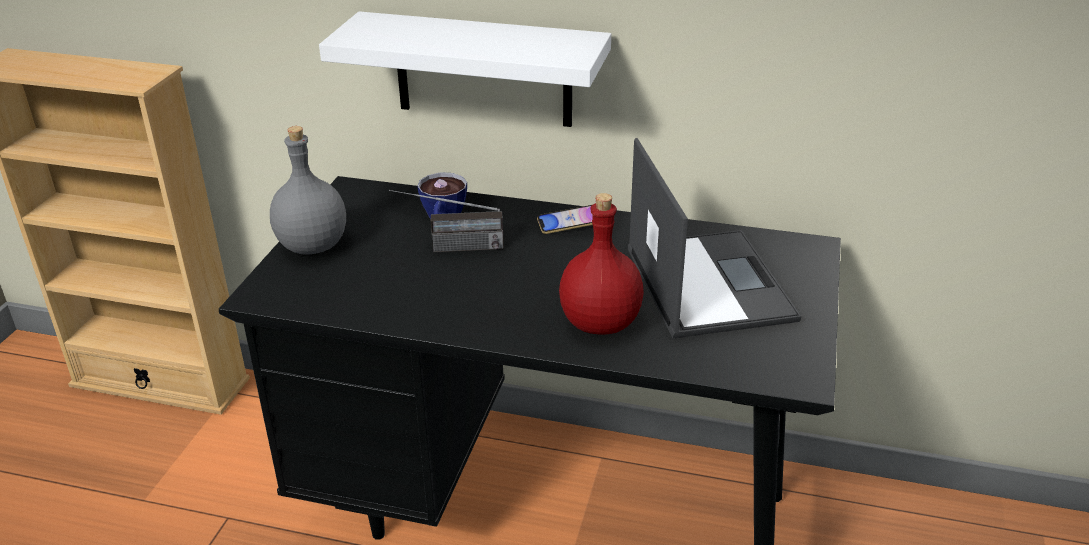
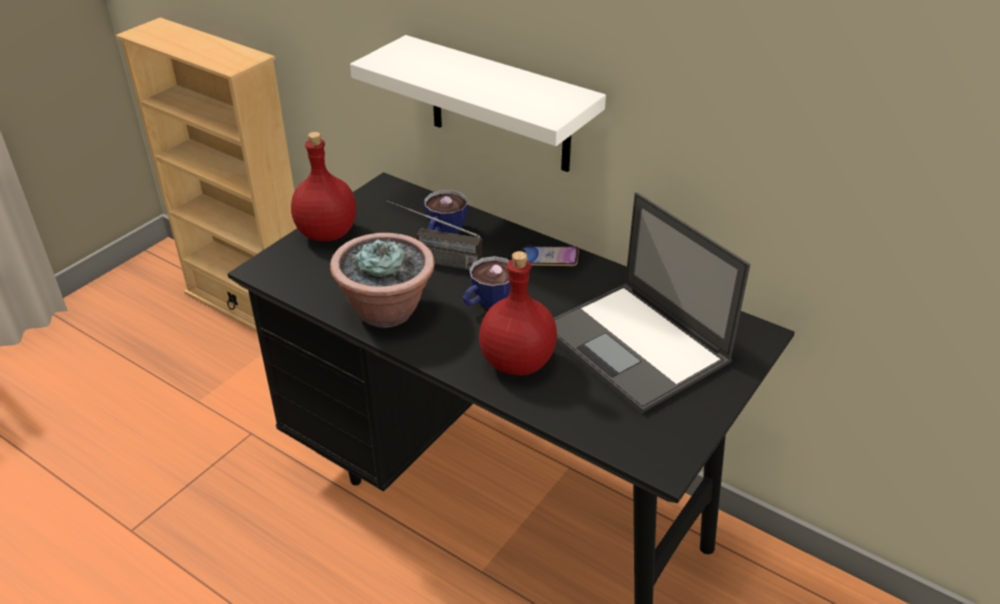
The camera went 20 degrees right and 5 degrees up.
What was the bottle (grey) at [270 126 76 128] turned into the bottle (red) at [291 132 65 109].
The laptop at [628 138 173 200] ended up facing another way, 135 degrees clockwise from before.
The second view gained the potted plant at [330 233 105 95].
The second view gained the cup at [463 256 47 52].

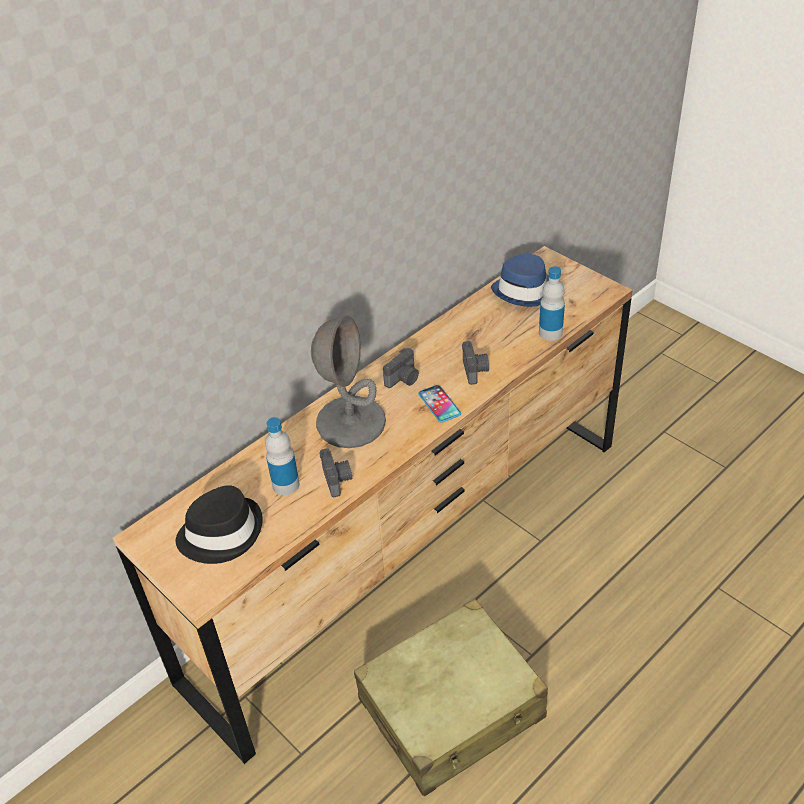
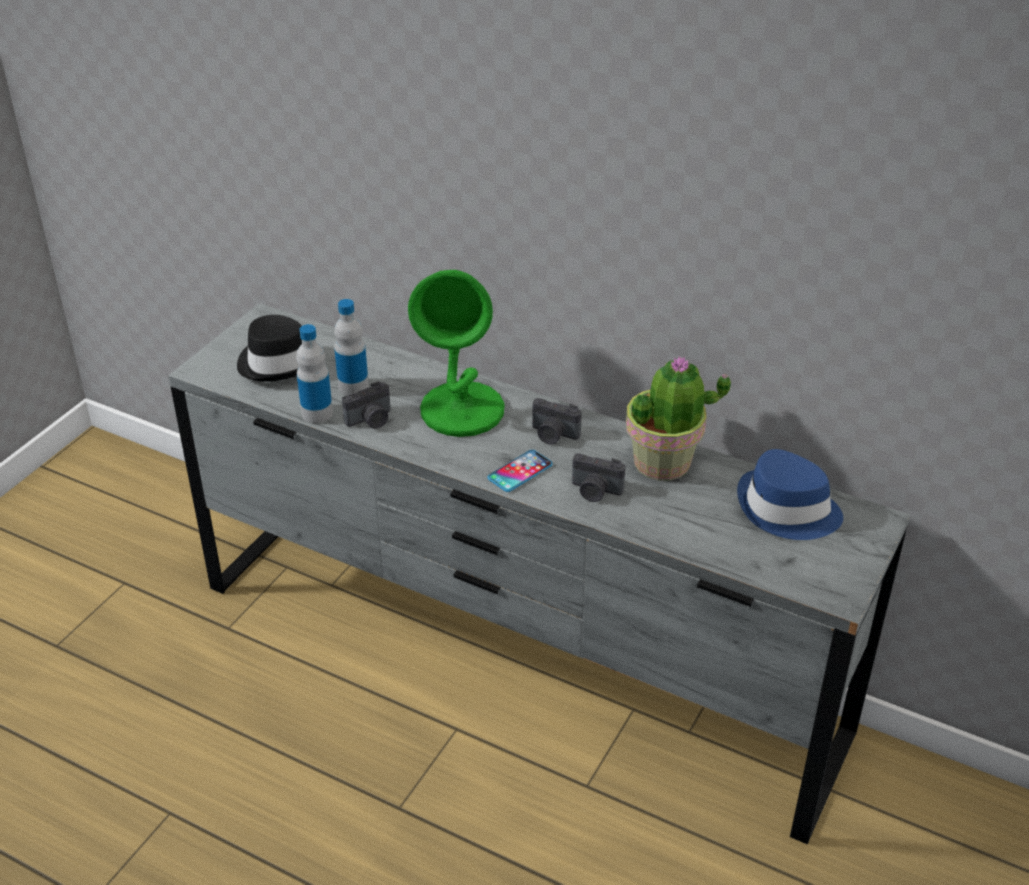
The camera went 70 degrees right and 5 degrees down.
What was the dresser (brown) at [113 246 520 518] turned into the dresser (grey) at [168 303 742 542].
The bottle ended up elsewhere, having gone from [539 266 26 75] to [296 324 37 99].
What was the table lamp (grey) at [311 316 75 132] turned into the table lamp (green) at [408 270 97 167].
The photo camera at [462 341 27 44] ended up facing another way, 45 degrees clockwise from before.
The second view lost the suitcase (beige) at [354 598 194 198].
The second view gained the potted plant at [626 356 105 125].

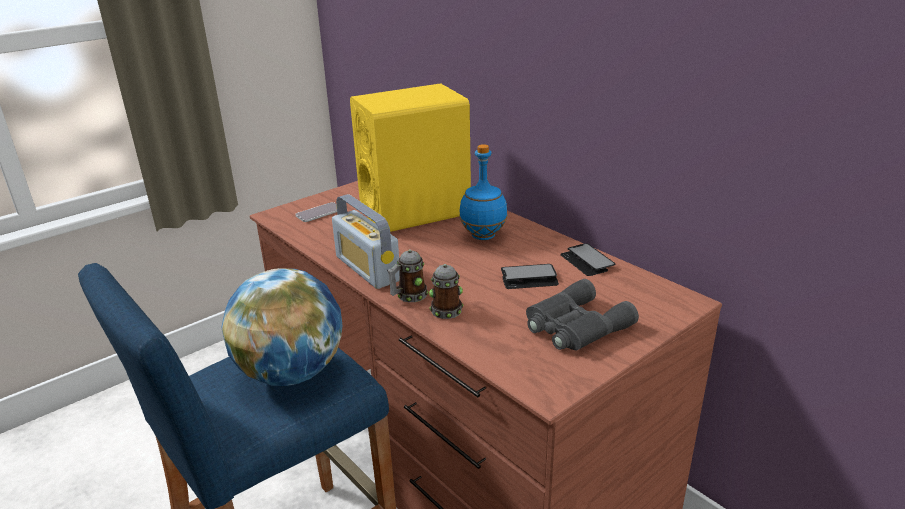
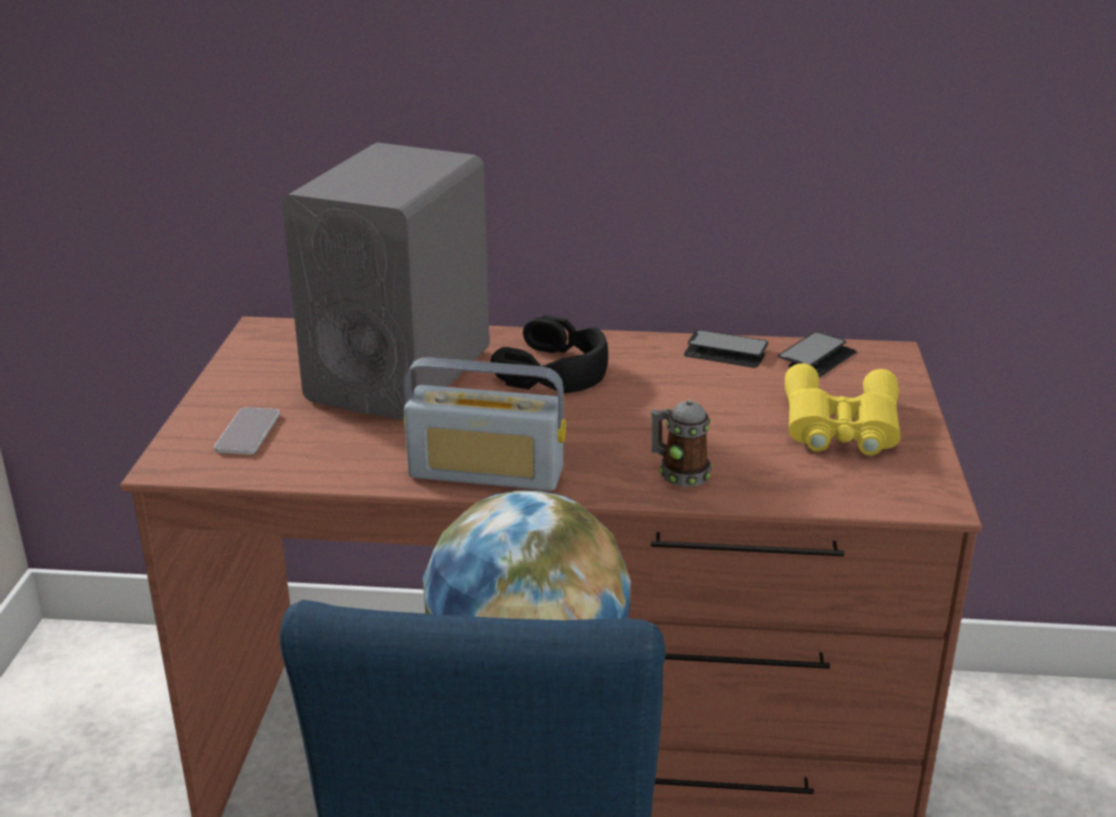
The camera went 45 degrees left and 0 degrees up.
What was the speaker (yellow) at [350 83 121 149] turned into the speaker (grey) at [282 142 207 278].
Where the bottle (blue) stood at [459 144 49 96], the headphones (black) came to stand at [491 315 117 78].
The second view lost the mug at [387 249 42 53].
The phone ended up elsewhere, having gone from [501 264 58 25] to [778 332 79 45].
What was the binoculars (grey) at [526 279 113 71] turned into the binoculars (yellow) at [785 363 116 93].

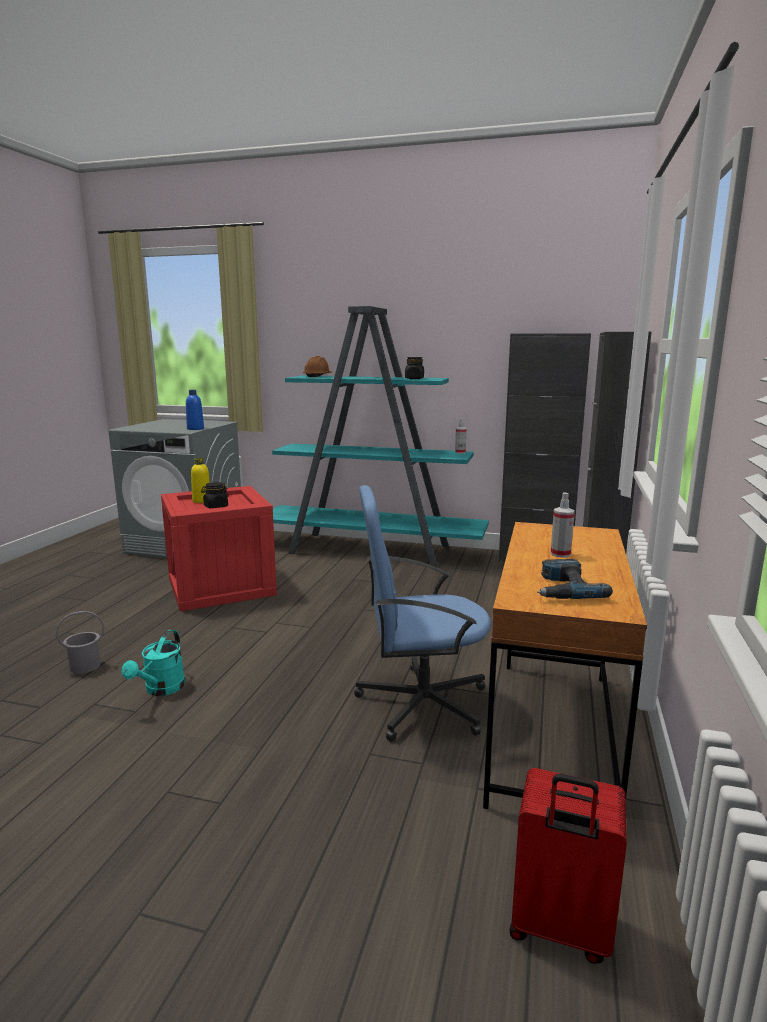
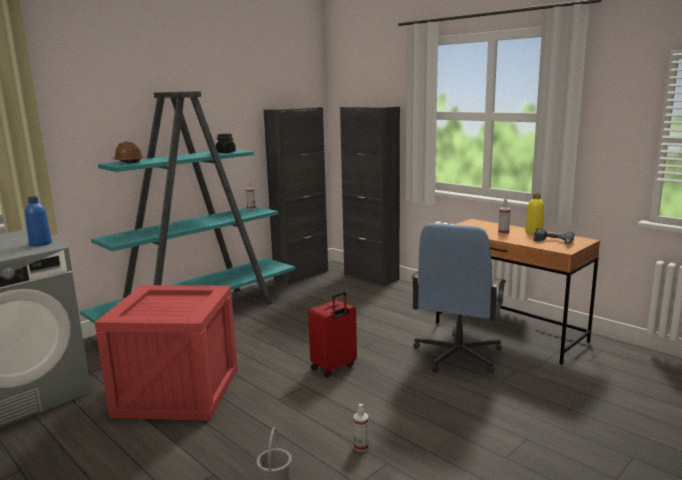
The camera went 60 degrees left and 0 degrees up.
The bottle (yellow) ended up elsewhere, having gone from [191 458 19 45] to [526 193 18 41].
The second view lost the jar (black) at [201 482 28 26].
Where the watering can (turquoise) stood at [122 630 63 66], the spray bottle came to stand at [353 404 16 48].
The suitcase (red) ended up elsewhere, having gone from [509 768 118 196] to [308 292 49 85].

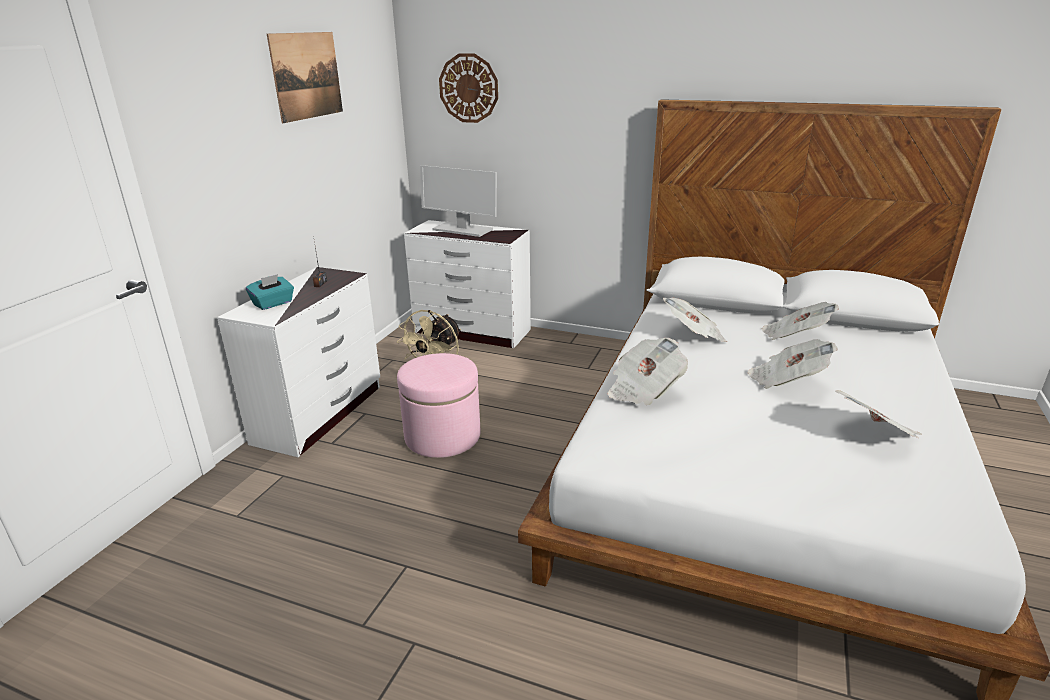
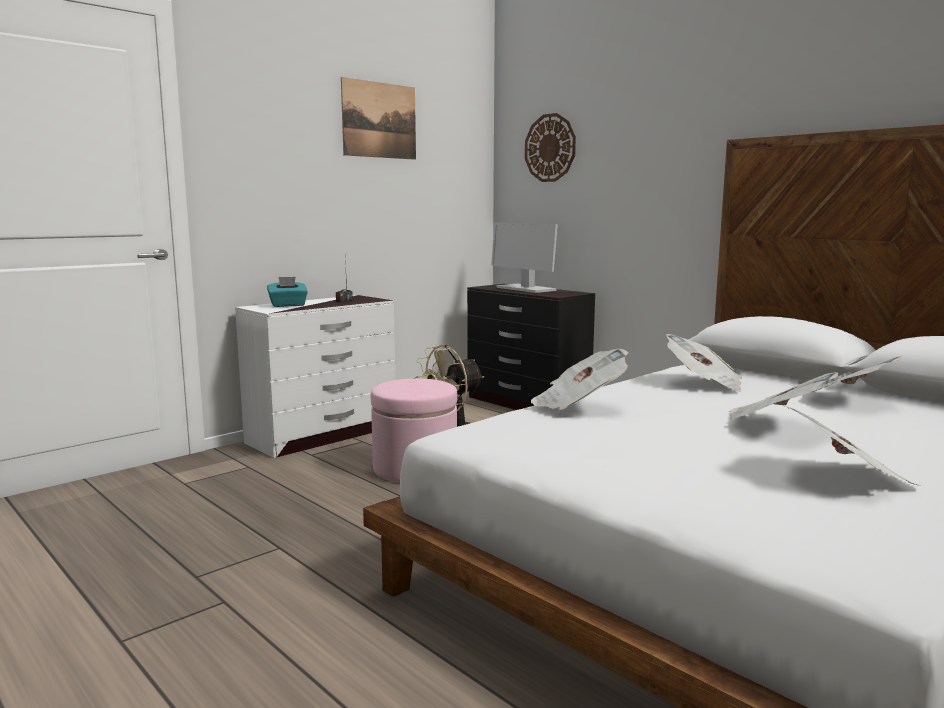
The camera went 25 degrees right and 15 degrees down.
What was the dresser (white) at [404 220 127 128] turned into the dresser (black) at [467 284 128 126].

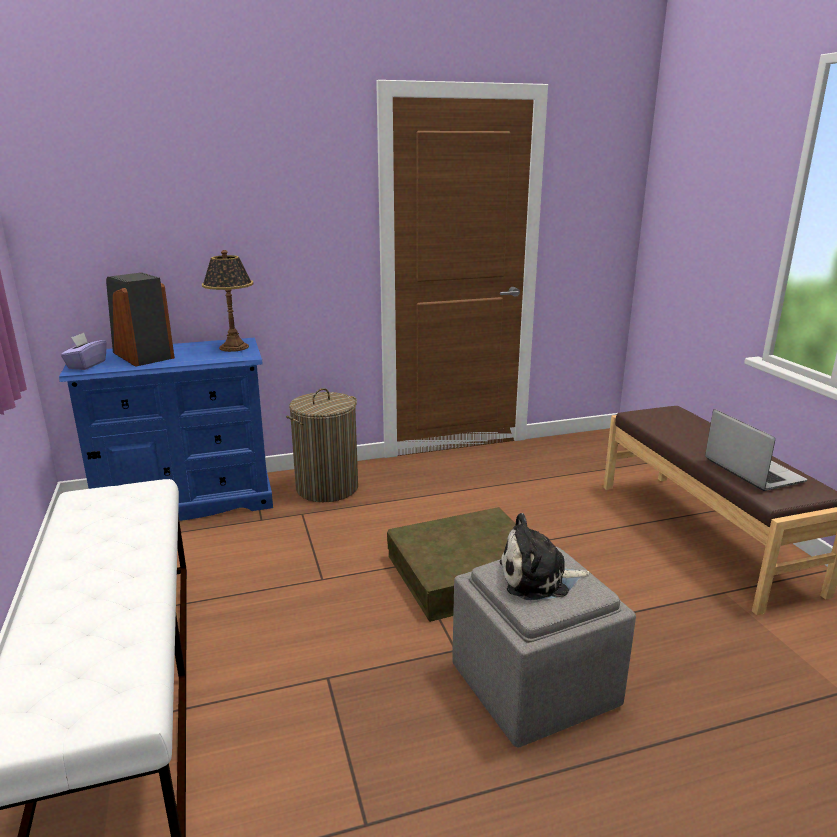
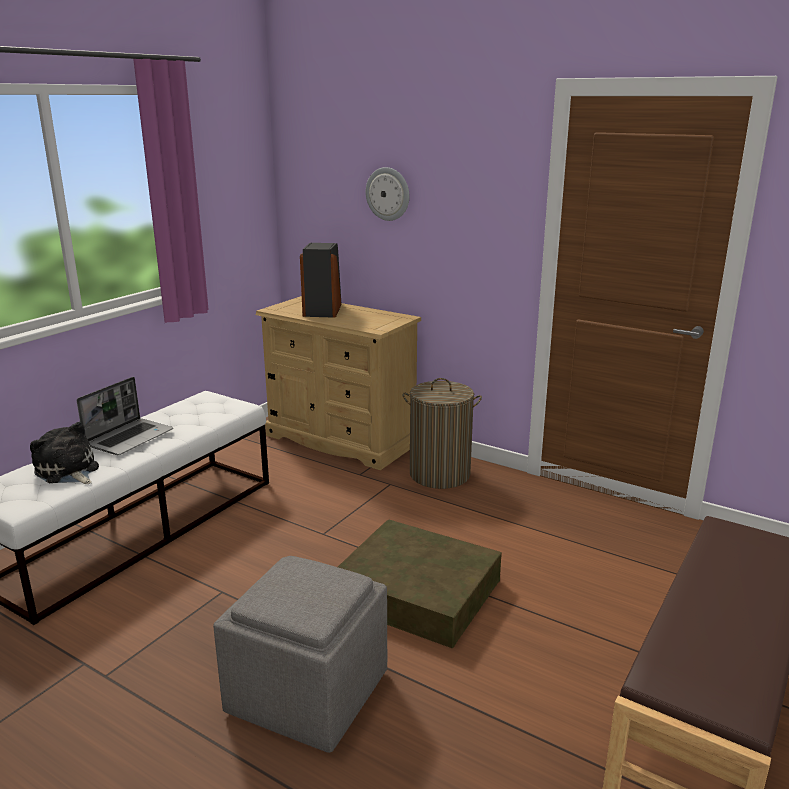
The camera went 50 degrees right and 0 degrees up.
The second view lost the table lamp at [202 250 52 102].
The second view lost the tissue box (purple) at [60 333 47 37].
What was the dresser (blue) at [59 338 214 183] turned into the dresser (beige) at [256 296 165 174].
The laptop ended up elsewhere, having gone from [705 409 102 82] to [77 377 96 78].
The plush toy ended up elsewhere, having gone from [499 513 91 87] to [30 422 69 62].
The second view gained the wall clock at [366 167 44 54].

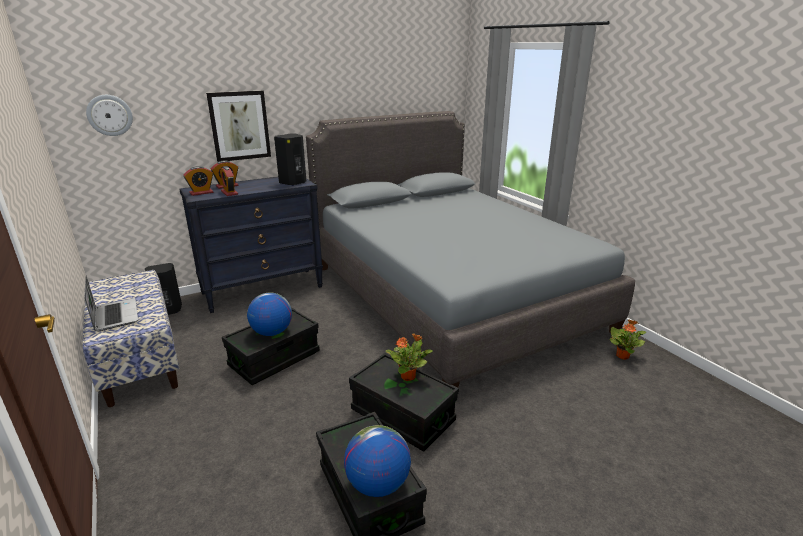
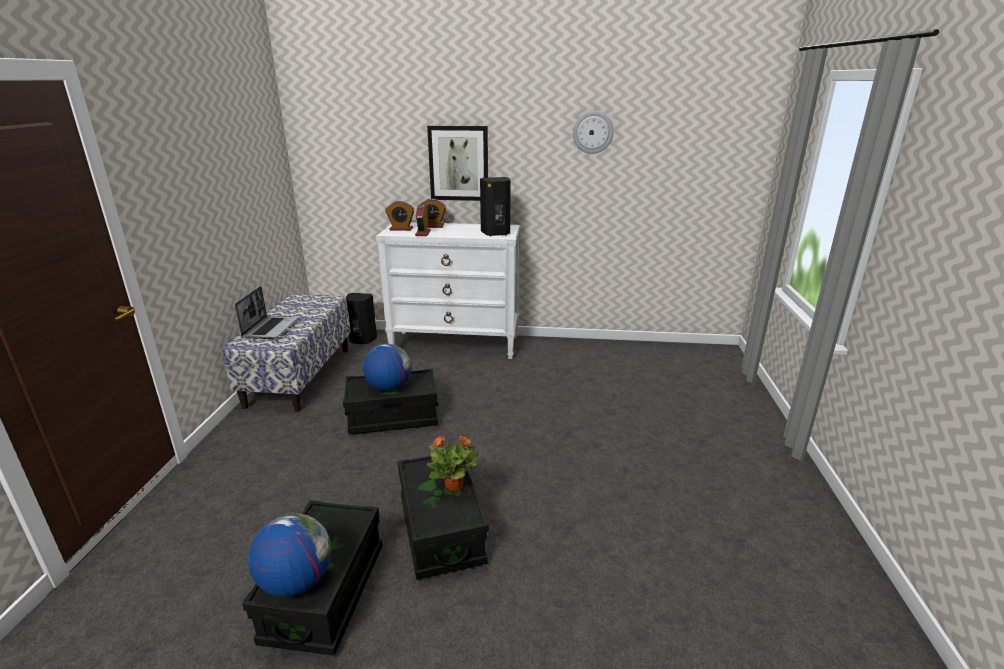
The camera went 35 degrees right and 0 degrees up.
The wall clock ended up elsewhere, having gone from [86 95 47 41] to [573 111 41 43].
The second view lost the bed (grey) at [306 111 329 276].
What was the dresser (black) at [179 177 144 136] turned into the dresser (white) at [376 222 144 137].
The second view lost the potted plant at [610 319 36 41].

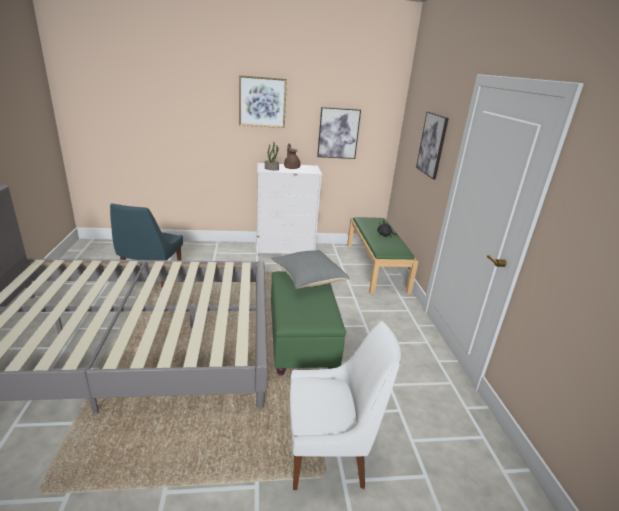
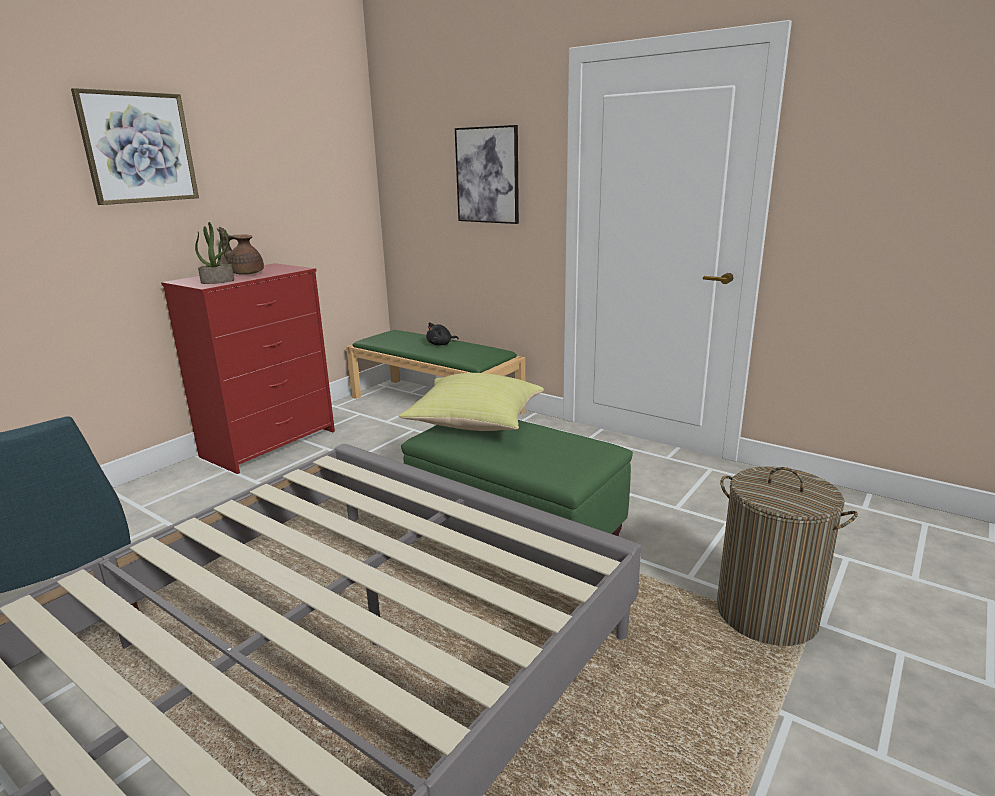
The camera went 45 degrees left and 5 degrees down.
The second view lost the picture at [317 107 44 52].
What was the dresser (white) at [257 163 65 94] turned into the dresser (red) at [161 263 174 211].
What was the pillow (grey) at [271 250 78 39] turned into the pillow (yellow) at [399 373 145 58].
Where the chair (white) stood at [290 321 111 169], the laundry basket came to stand at [717 467 141 179].

